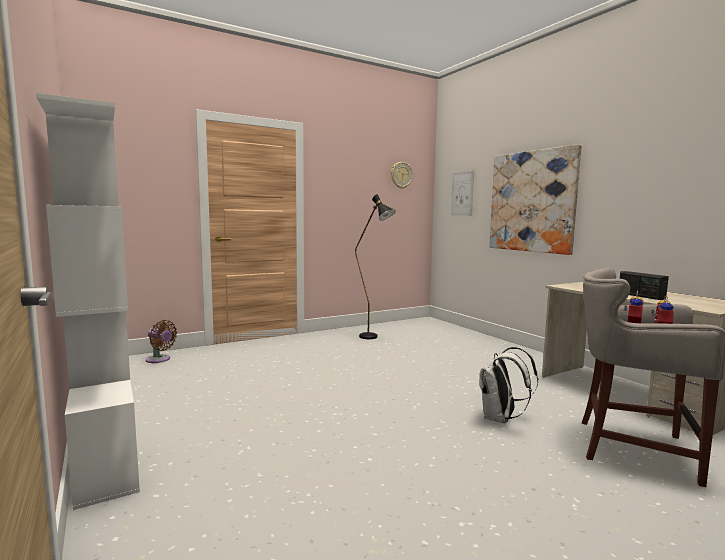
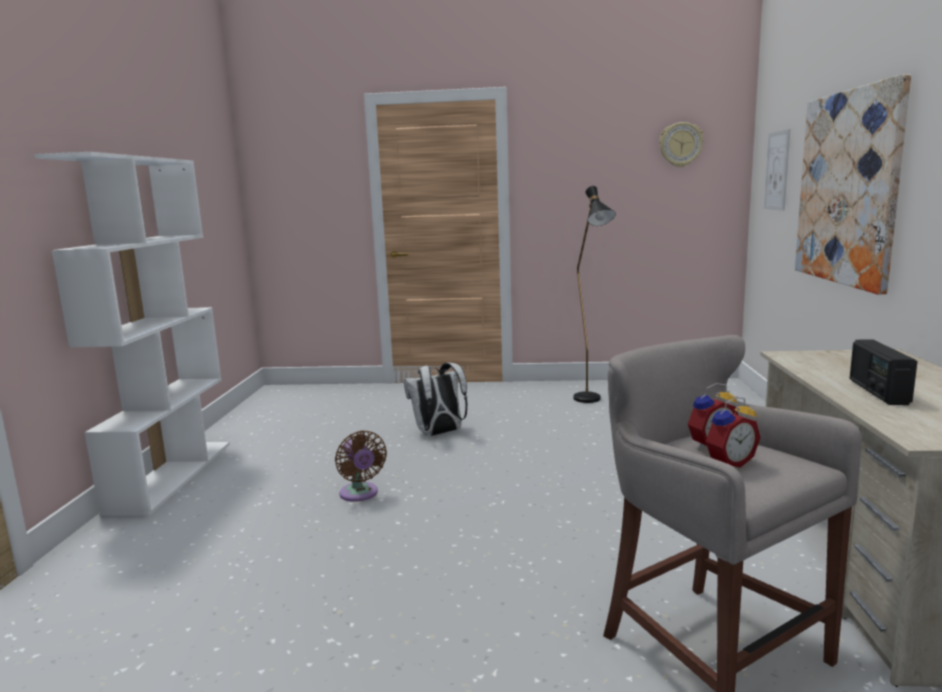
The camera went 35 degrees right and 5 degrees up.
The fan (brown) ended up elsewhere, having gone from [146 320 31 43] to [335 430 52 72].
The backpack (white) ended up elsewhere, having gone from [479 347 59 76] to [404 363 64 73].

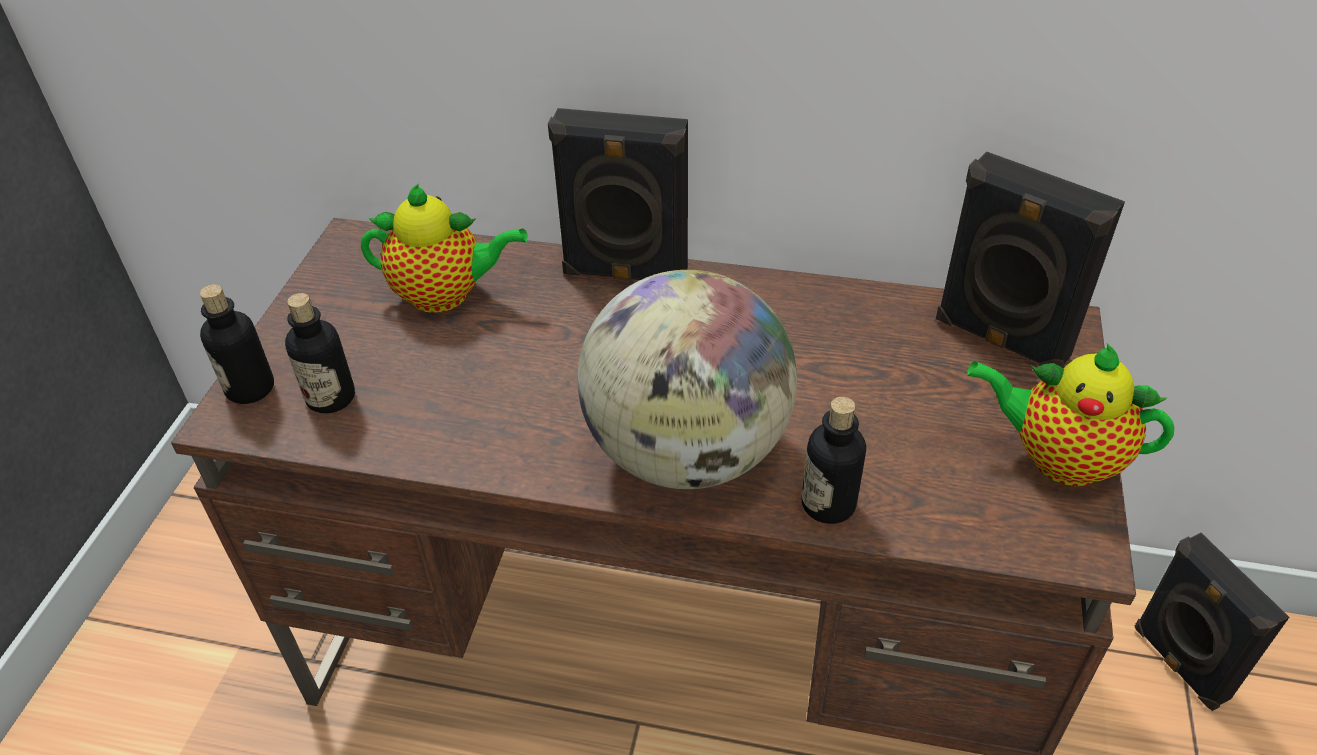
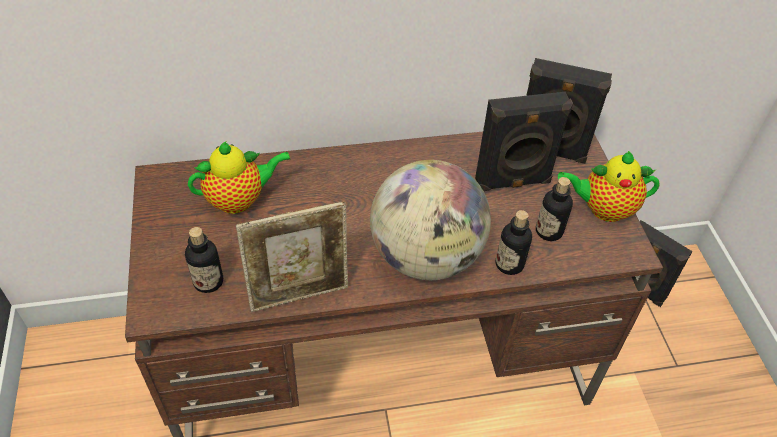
The camera went 25 degrees left and 5 degrees up.
The speaker (black) ended up elsewhere, having gone from [548 108 140 172] to [475 92 98 99].
The bottle ended up elsewhere, having gone from [200 284 74 120] to [536 177 37 64].
The second view gained the picture frame at [236 201 112 111].

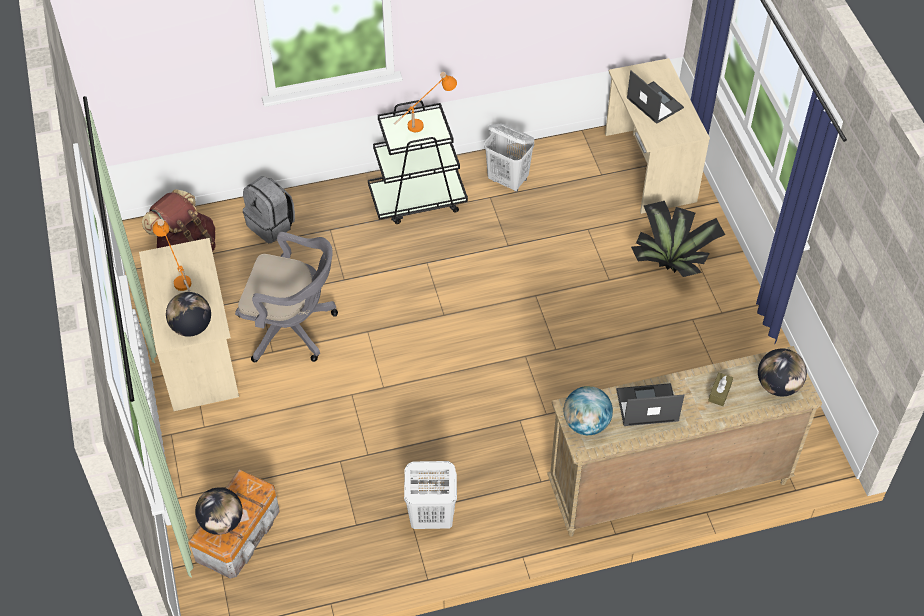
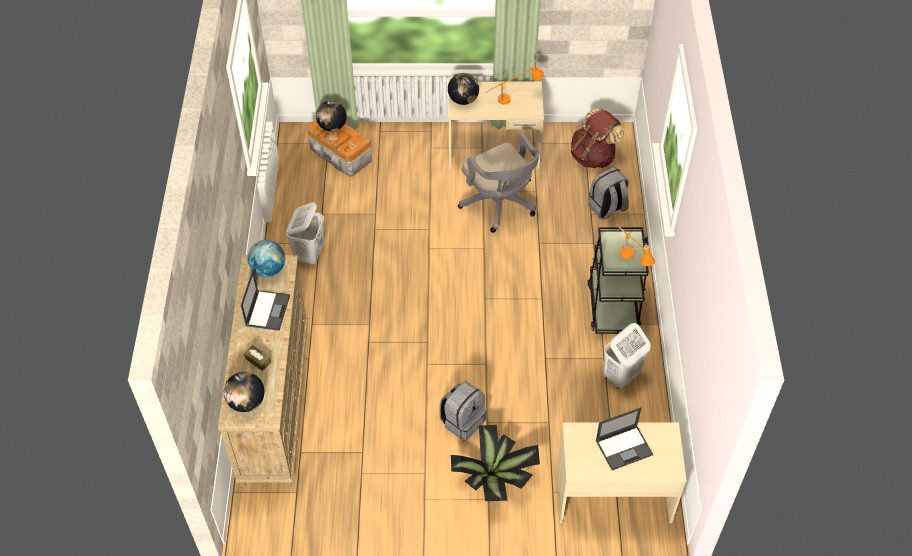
The camera went 105 degrees right and 0 degrees up.
The office chair (grey) at [235 232 103 130] ended up facing another way, 60 degrees counterclockwise from before.
The second view gained the backpack (grey) at [439 381 48 60].

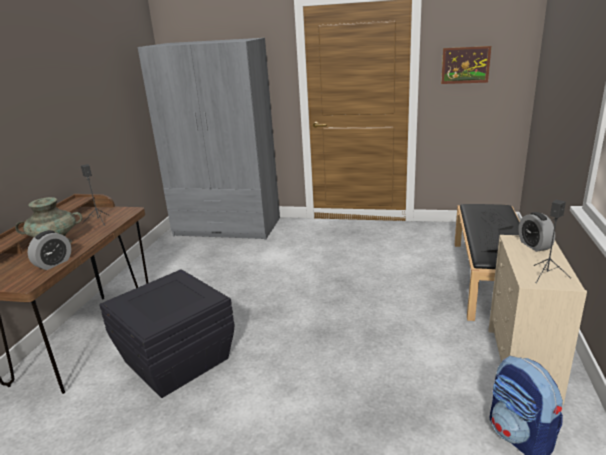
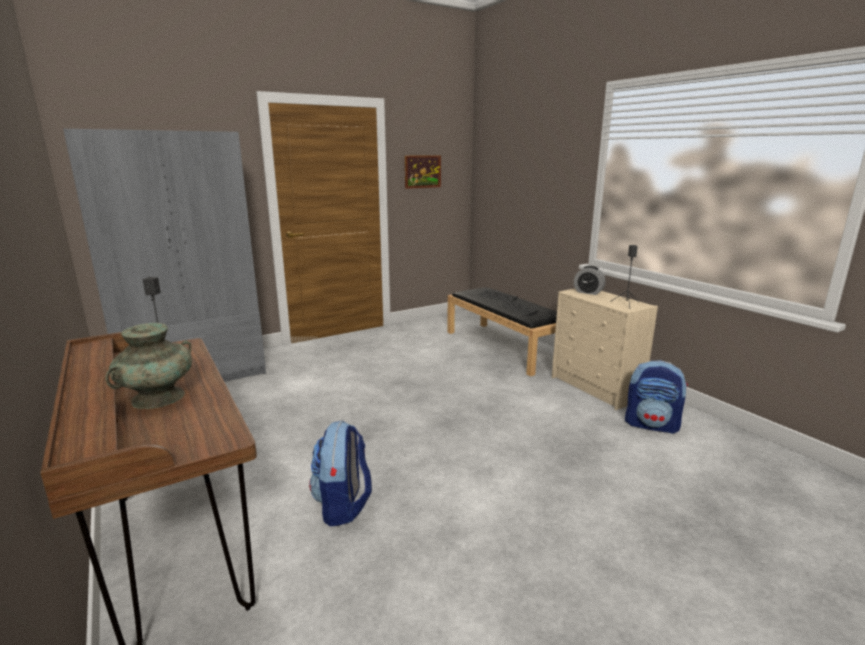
The camera went 45 degrees left and 5 degrees down.
The second view lost the alarm clock at [28 230 43 40].
Where the storage box (black) stood at [99 269 136 129], the backpack came to stand at [309 421 63 106].

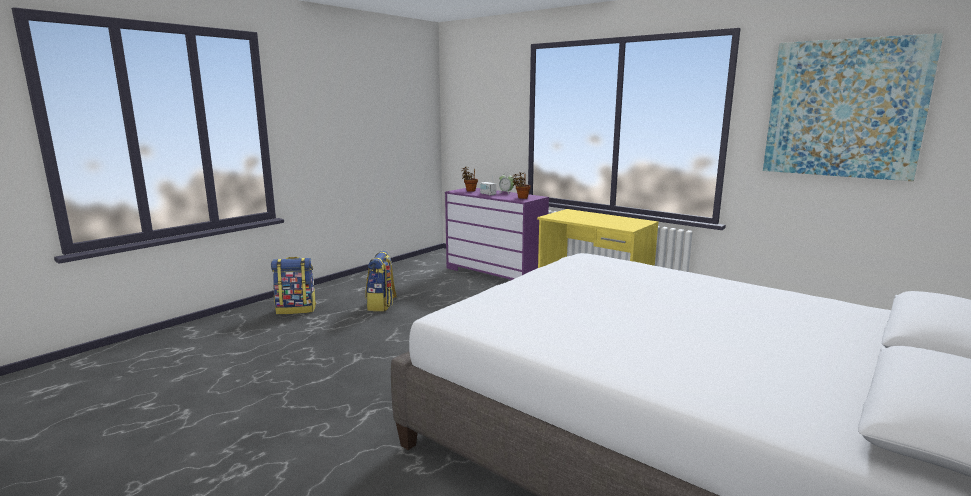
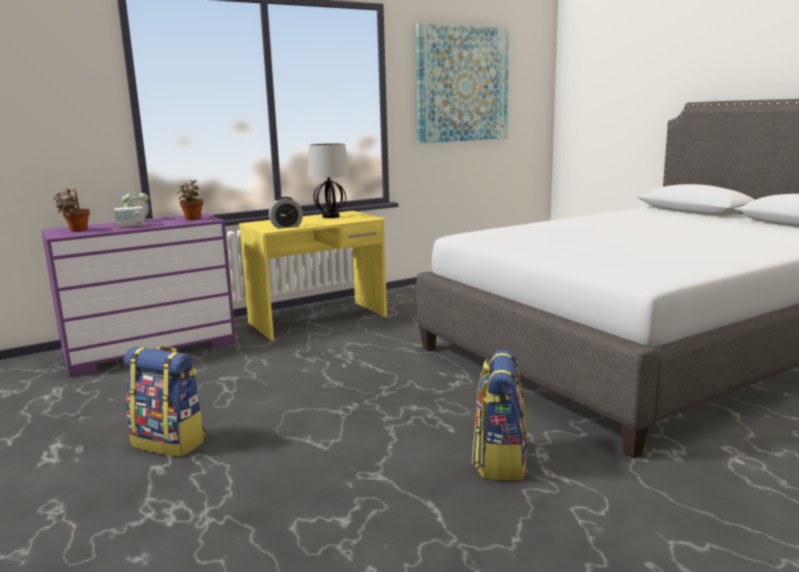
The camera went 70 degrees left and 0 degrees up.
The backpack ended up elsewhere, having gone from [271 257 45 58] to [472 350 56 131].
The second view gained the table lamp at [308 143 41 75].
The second view gained the alarm clock at [269 197 34 32].

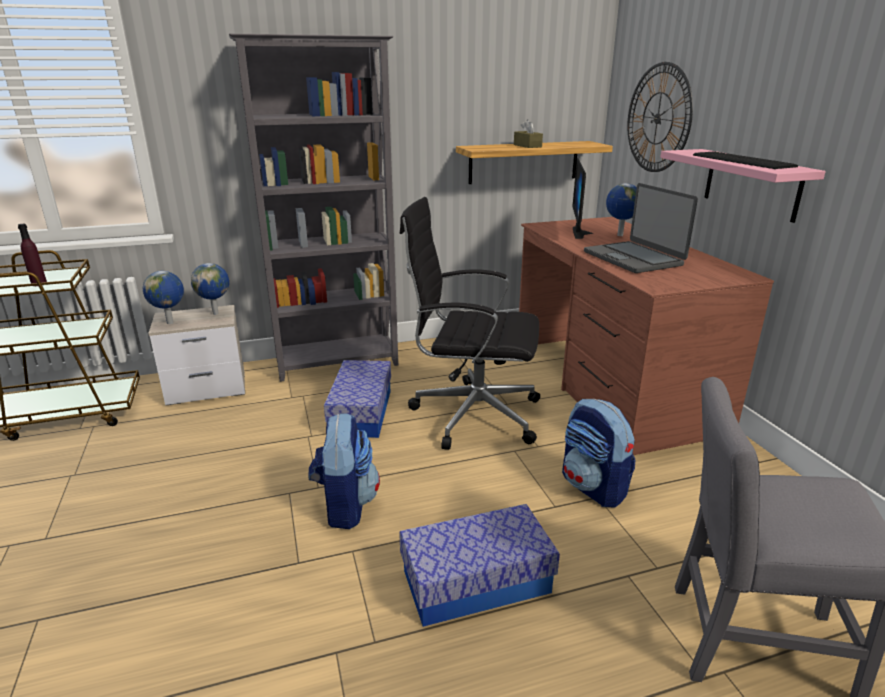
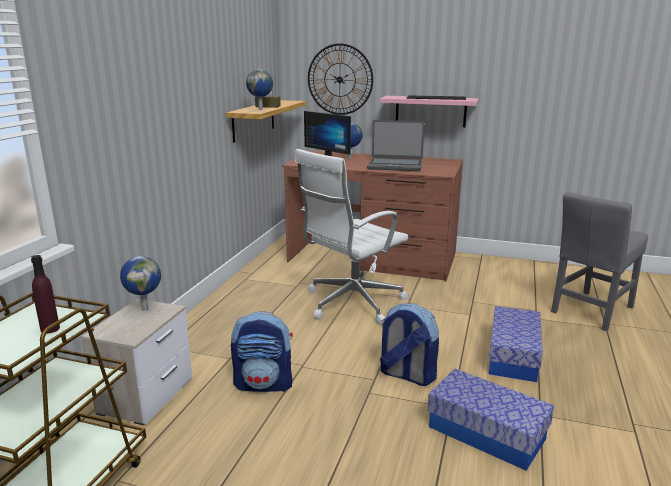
The camera went 55 degrees left and 5 degrees down.
The second view lost the bookcase (grey) at [229 34 169 348].
What was the office chair (black) at [400 197 140 253] turned into the office chair (white) at [295 149 114 176].
The globe ended up elsewhere, having gone from [143 271 41 53] to [246 69 27 41].
The storage box ended up elsewhere, having gone from [324 360 67 78] to [427 369 127 102].
The backpack ended up elsewhere, having gone from [562 399 73 109] to [231 311 62 81].

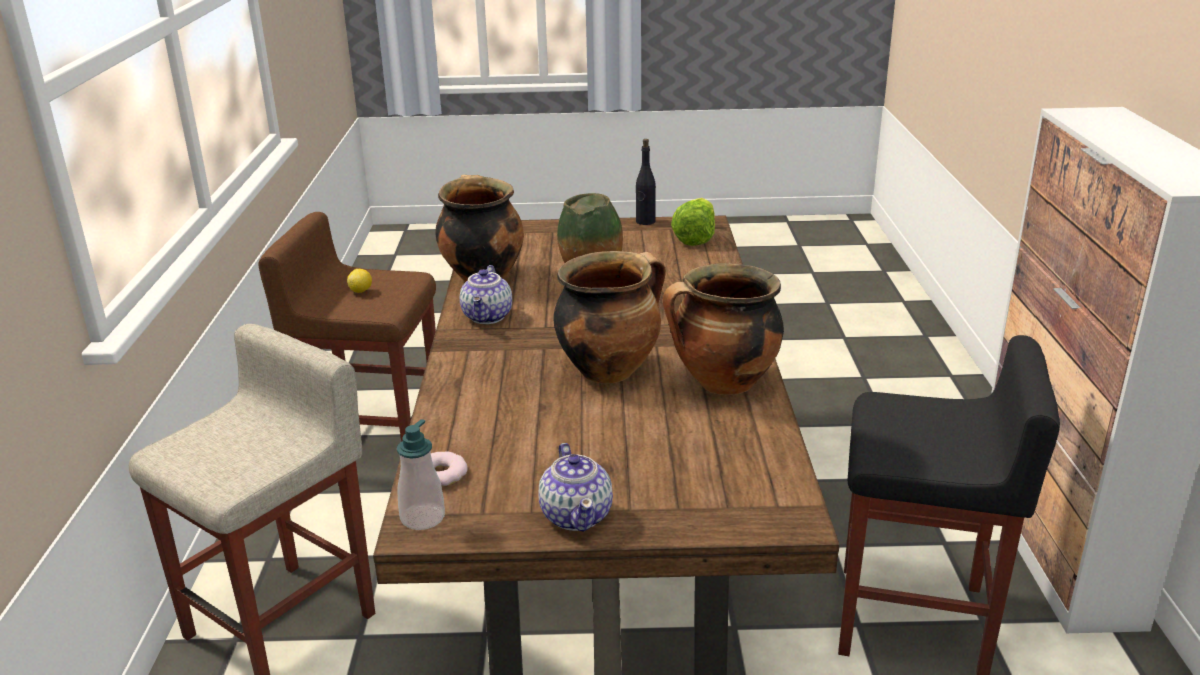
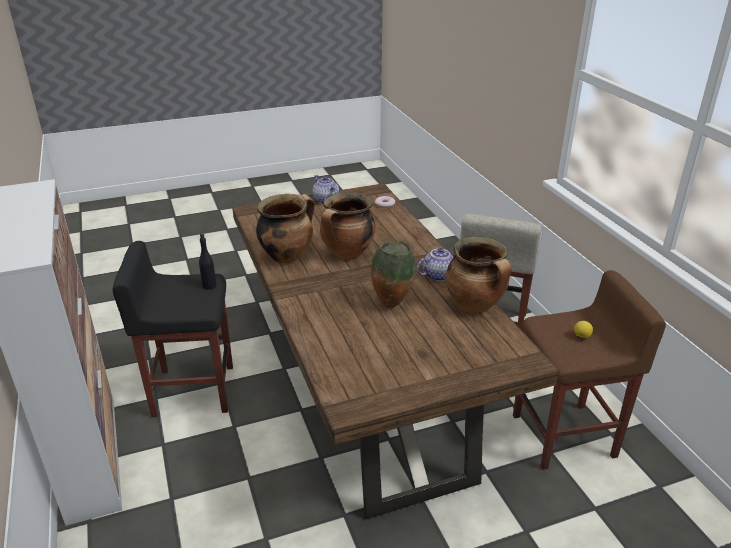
The camera went 160 degrees right and 5 degrees up.
The bottle (black) ended up elsewhere, having gone from [636 139 20 86] to [199 233 17 57].
The second view lost the lettuce at [671 198 44 48].
The teapot at [460 265 52 59] ended up facing another way, 75 degrees clockwise from before.
The second view lost the soap dispenser at [397 419 48 111].

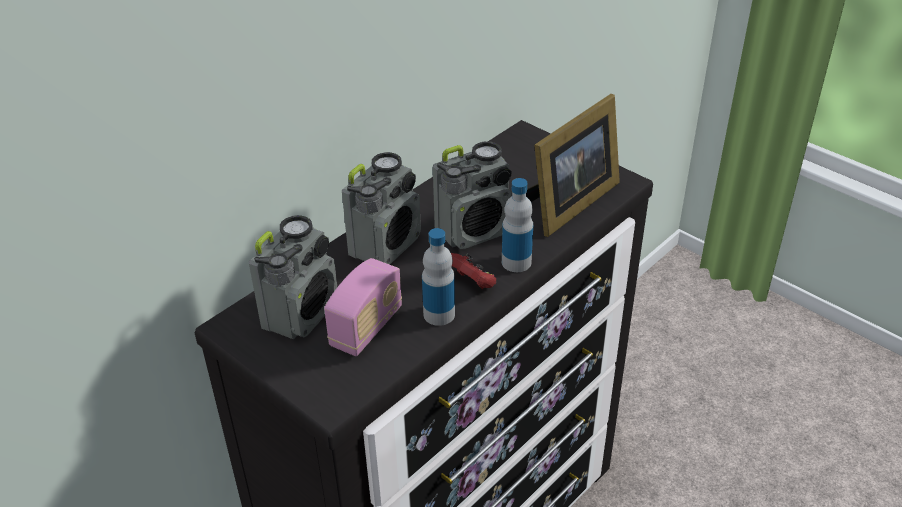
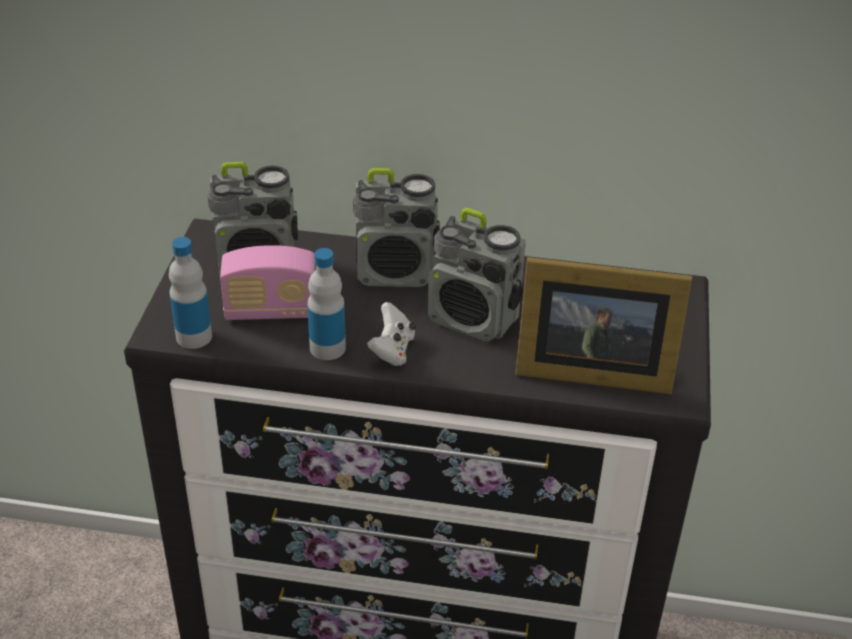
The camera went 55 degrees right and 0 degrees up.
The bottle ended up elsewhere, having gone from [502 178 31 94] to [169 237 43 112].
What was the game controller (red) at [451 253 45 36] turned into the game controller (white) at [367 302 49 64].

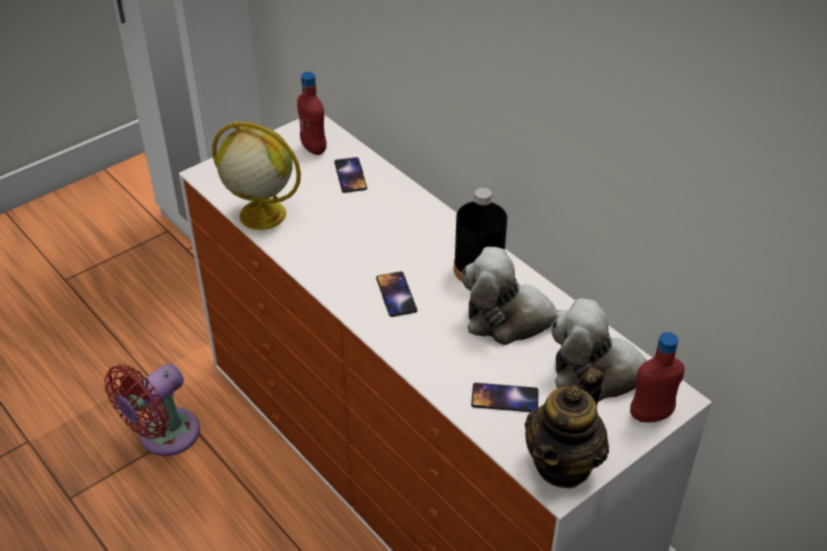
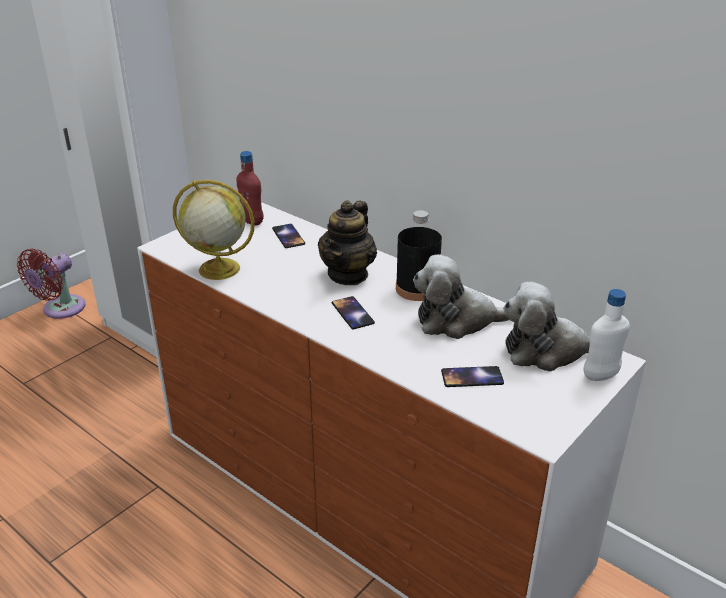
The camera went 10 degrees left and 10 degrees down.
What was the bottle (red) at [630 332 55 90] turned into the bottle (white) at [583 289 47 92].
The fan (red) ended up elsewhere, having gone from [104 364 96 92] to [17 249 68 70].
The teapot ended up elsewhere, having gone from [525 367 84 121] to [318 201 59 84].

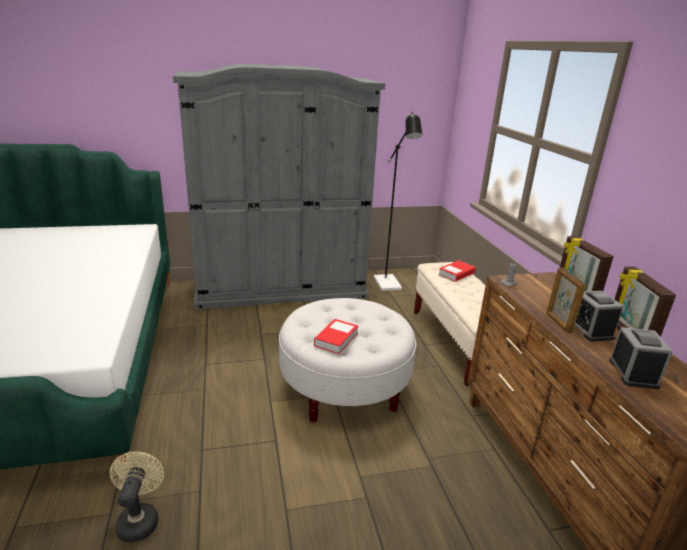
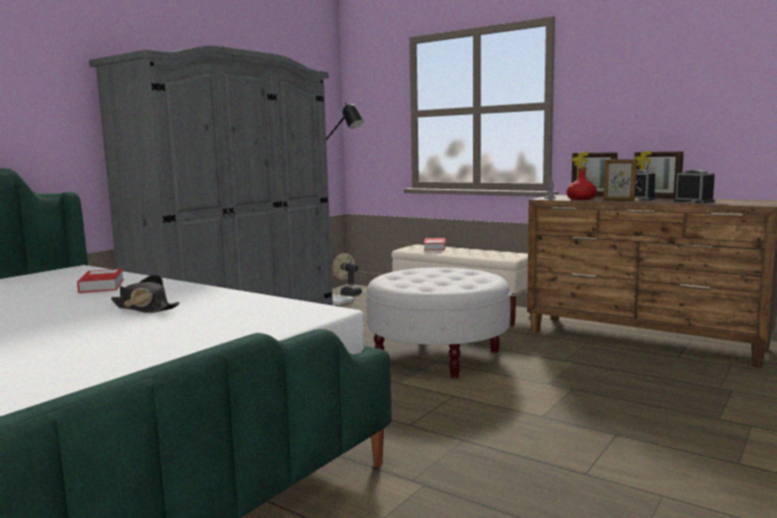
The camera went 40 degrees left and 15 degrees down.
The book ended up elsewhere, having gone from [314 319 44 35] to [77 268 47 25].
The fan (beige) ended up elsewhere, having gone from [110 452 54 90] to [333 253 29 42].
The second view gained the bottle (red) at [566 167 31 33].
The second view gained the hat (black) at [111 274 69 39].

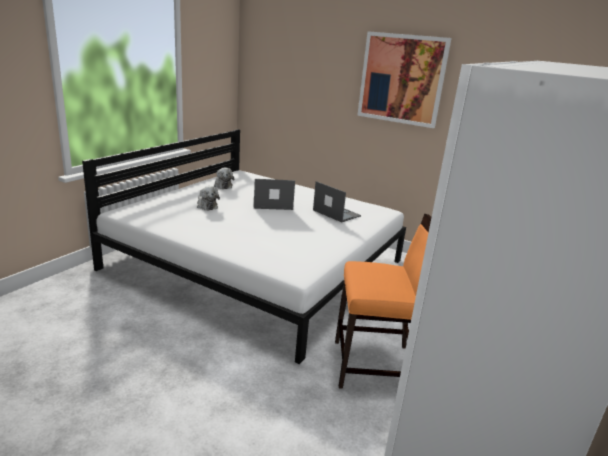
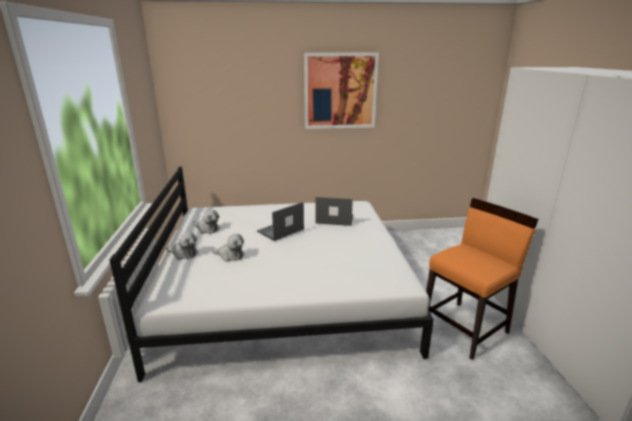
The camera went 35 degrees left and 0 degrees up.
The second view gained the plush toy at [166 232 32 28].

